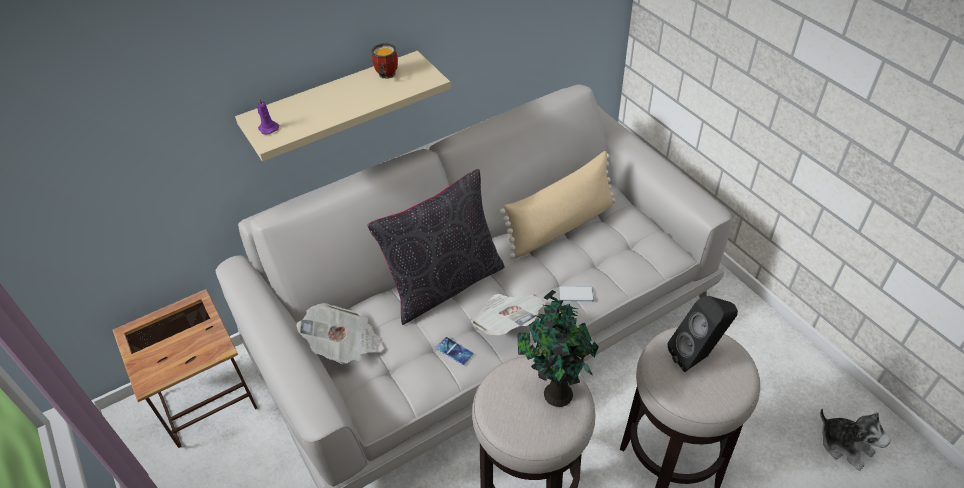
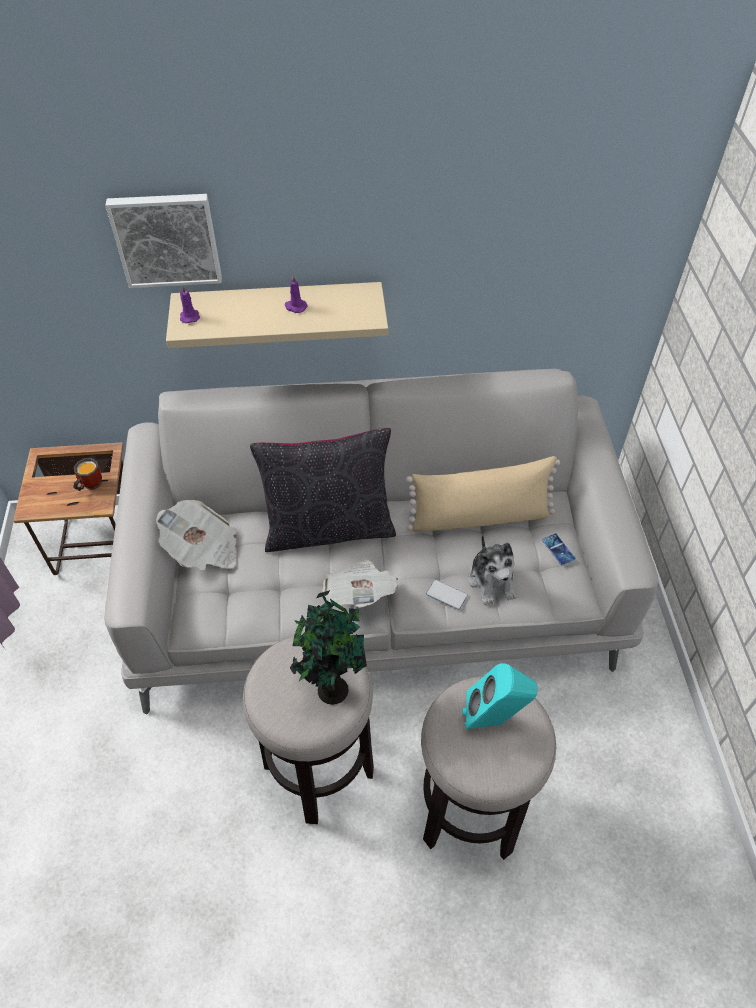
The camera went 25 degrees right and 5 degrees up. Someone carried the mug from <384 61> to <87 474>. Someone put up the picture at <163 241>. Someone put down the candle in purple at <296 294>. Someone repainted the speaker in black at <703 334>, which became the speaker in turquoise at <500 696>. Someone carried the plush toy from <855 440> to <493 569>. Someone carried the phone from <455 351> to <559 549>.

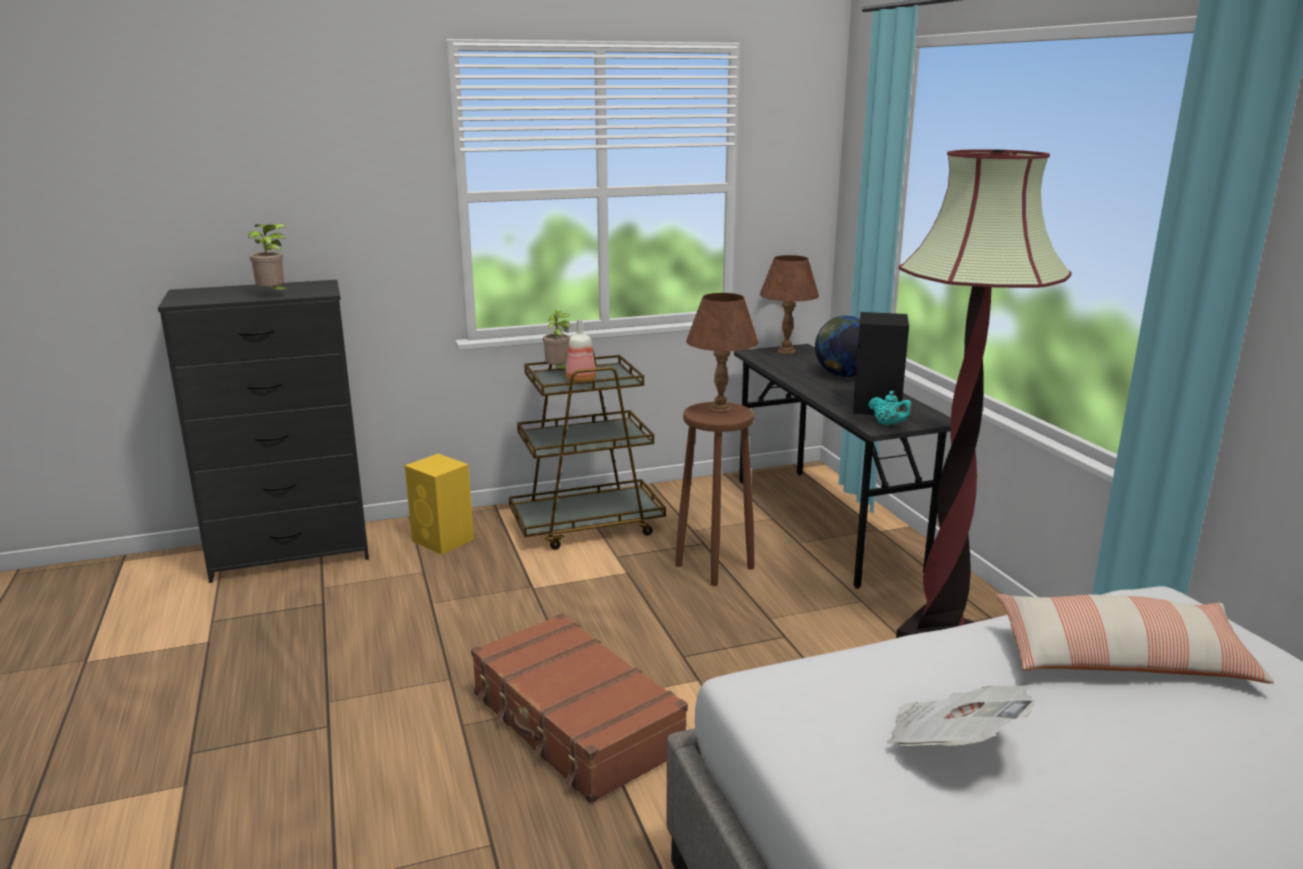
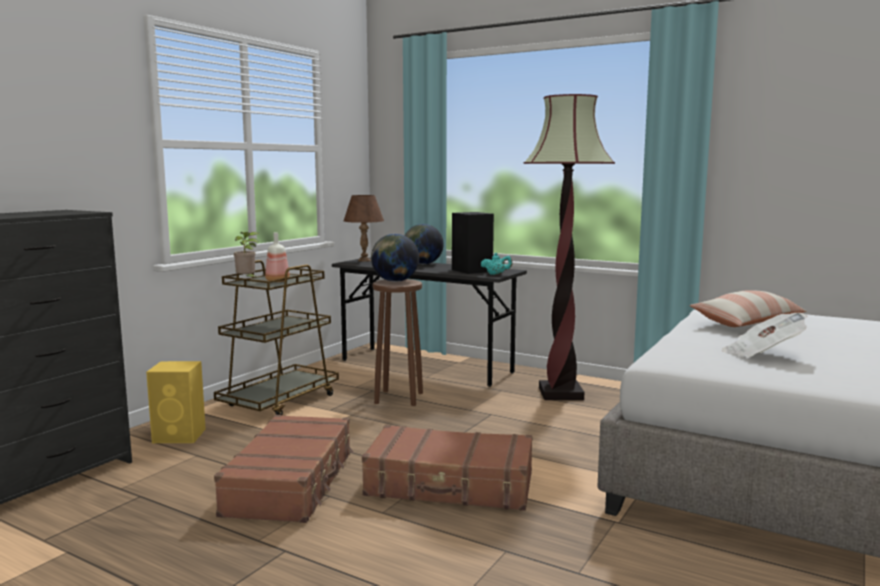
The camera went 40 degrees left and 10 degrees down. Someone put down the suitcase in brown at <283 469>. Someone swapped the table lamp in brown at <722 353> for the globe at <395 258>. Someone took away the potted plant at <269 257>.

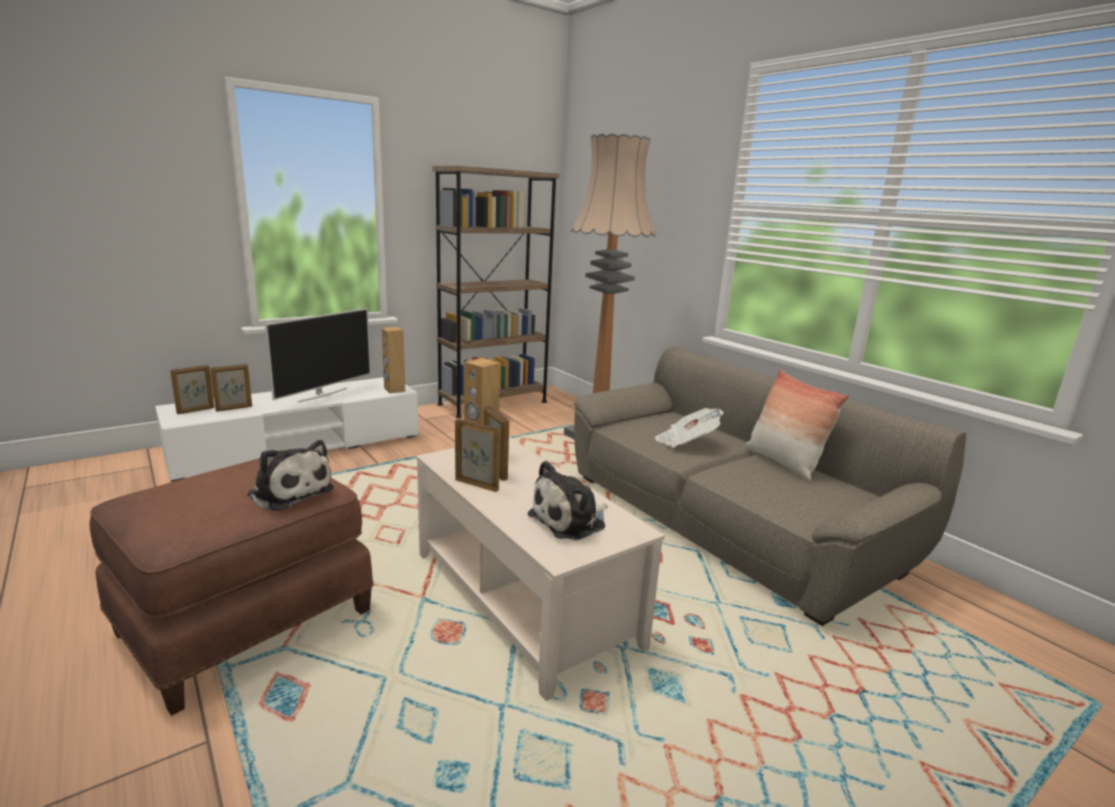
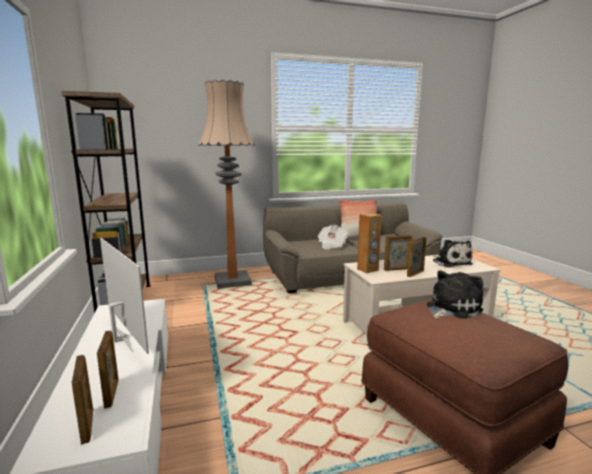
The camera went 70 degrees left and 5 degrees down. Someone took away the speaker in brown at <393 360>.

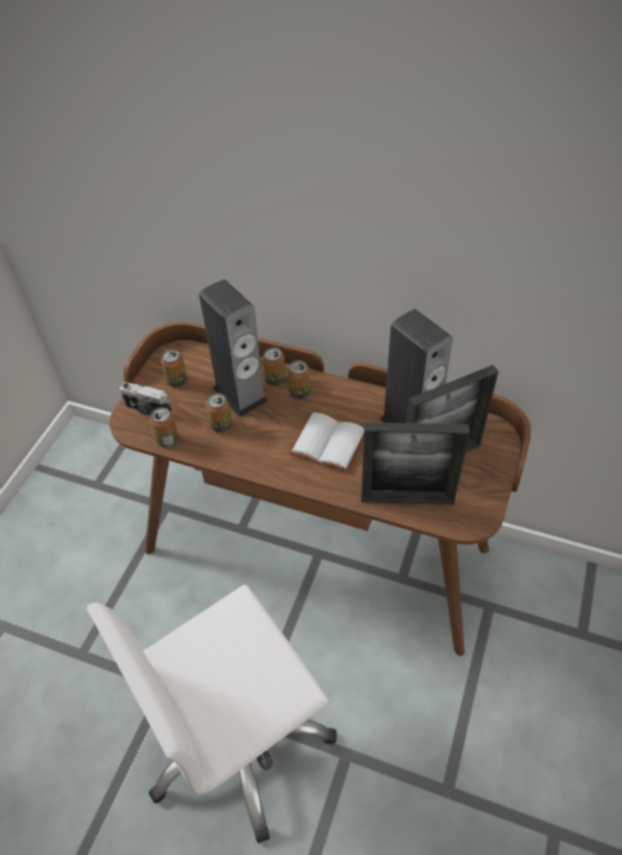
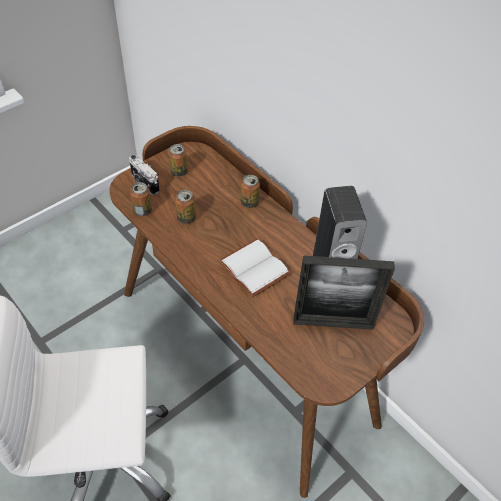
The camera went 25 degrees right and 0 degrees up. Someone took away the speaker at <233 348>. Someone took away the can at <299 379>. Someone took away the picture frame at <415 463>.

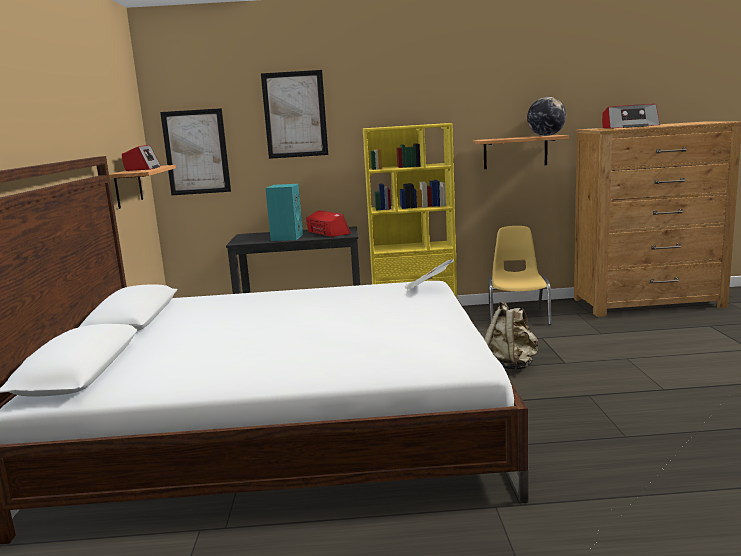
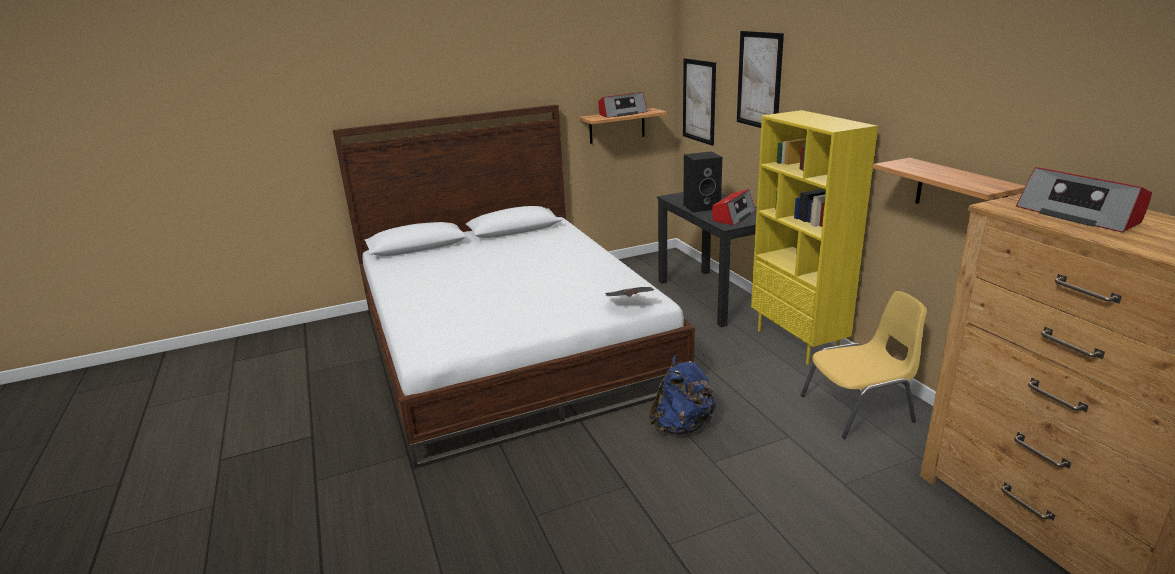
The camera went 70 degrees right and 10 degrees up. Someone repainted the backpack in beige at <511 335>, which became the backpack in blue at <682 395>. Someone repainted the speaker in turquoise at <284 212>, which became the speaker in black at <702 181>. Someone took away the globe at <546 116>.

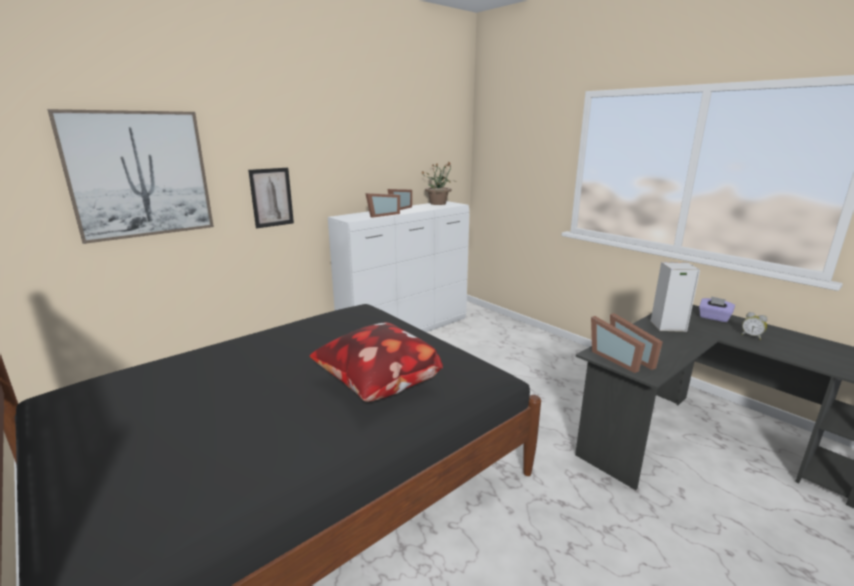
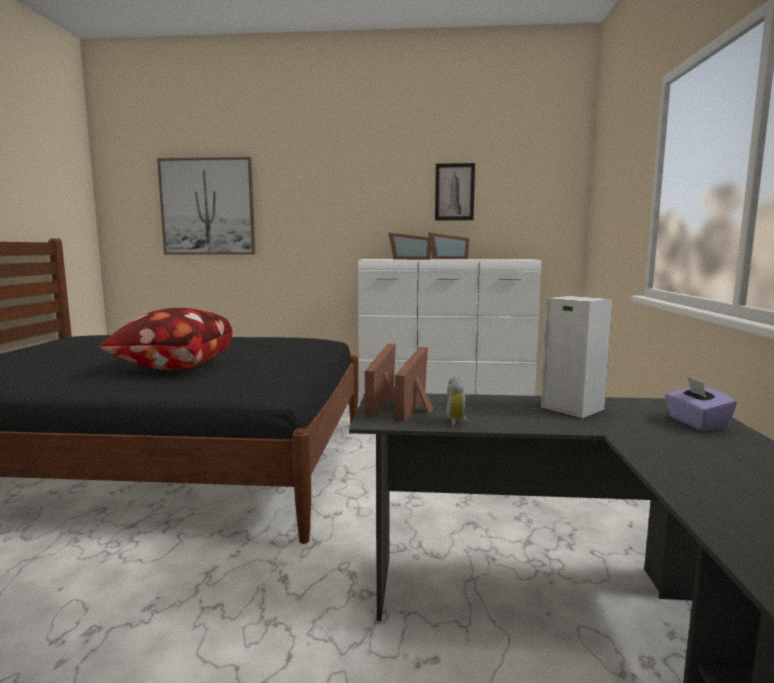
The camera went 45 degrees right and 10 degrees down. Someone carried the picture from <271 198> to <455 191>. Someone carried the alarm clock from <754 326> to <457 401>. Someone took away the potted plant at <439 183>.

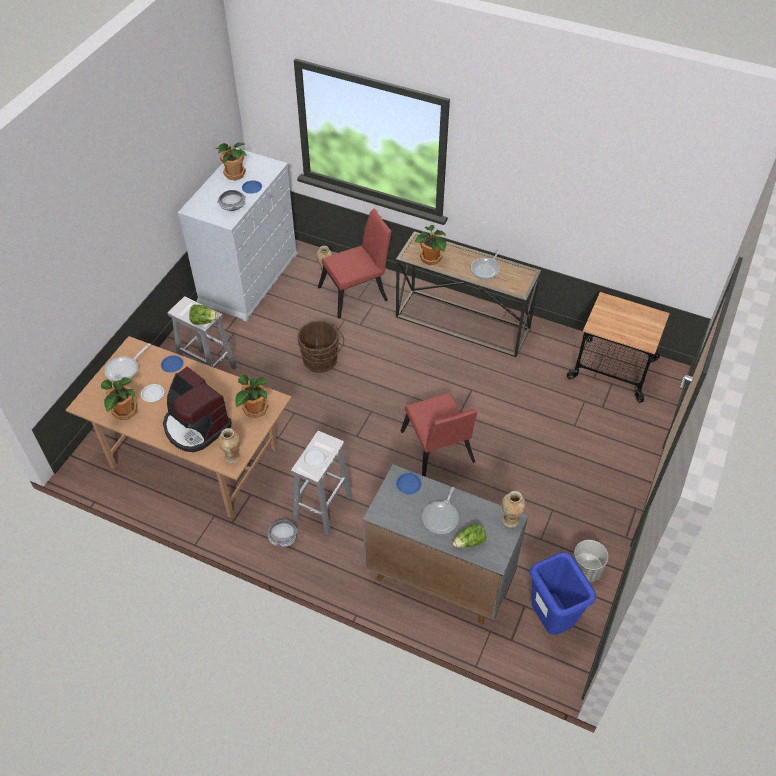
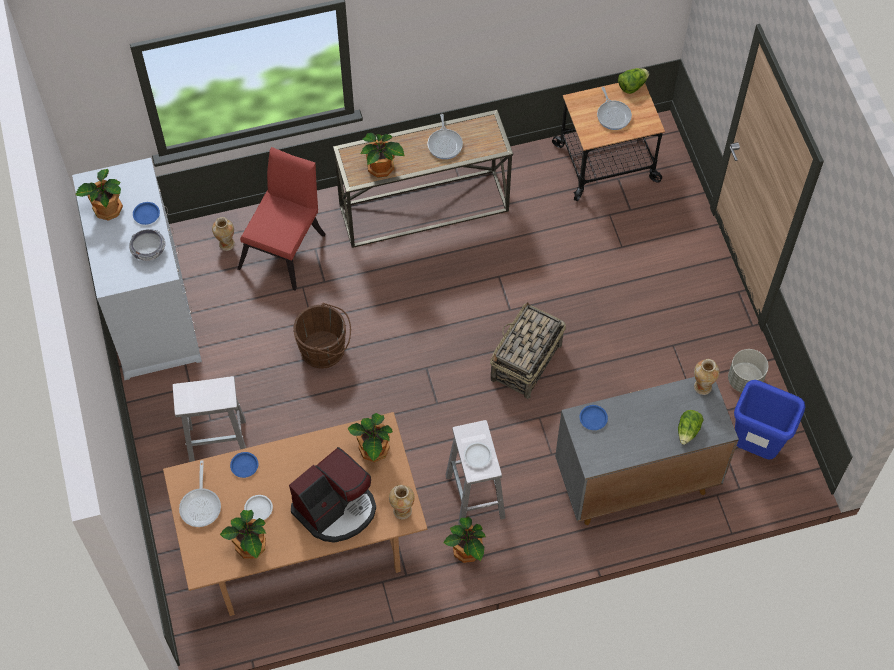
The camera went 40 degrees left and 10 degrees up. Someone rotated the coffee machine at <197 409> by 45 degrees counterclockwise. Someone swapped the bowl at <282 533> for the potted plant at <464 540>. Someone swapped the chair in red at <439 435> for the basket at <528 350>. Someone carried the frying pan from <440 510> to <614 108>. Someone carried the lettuce from <203 314> to <633 81>.

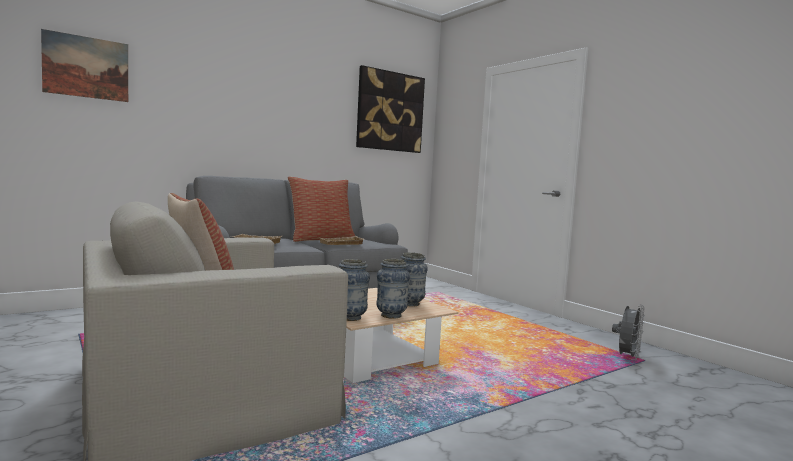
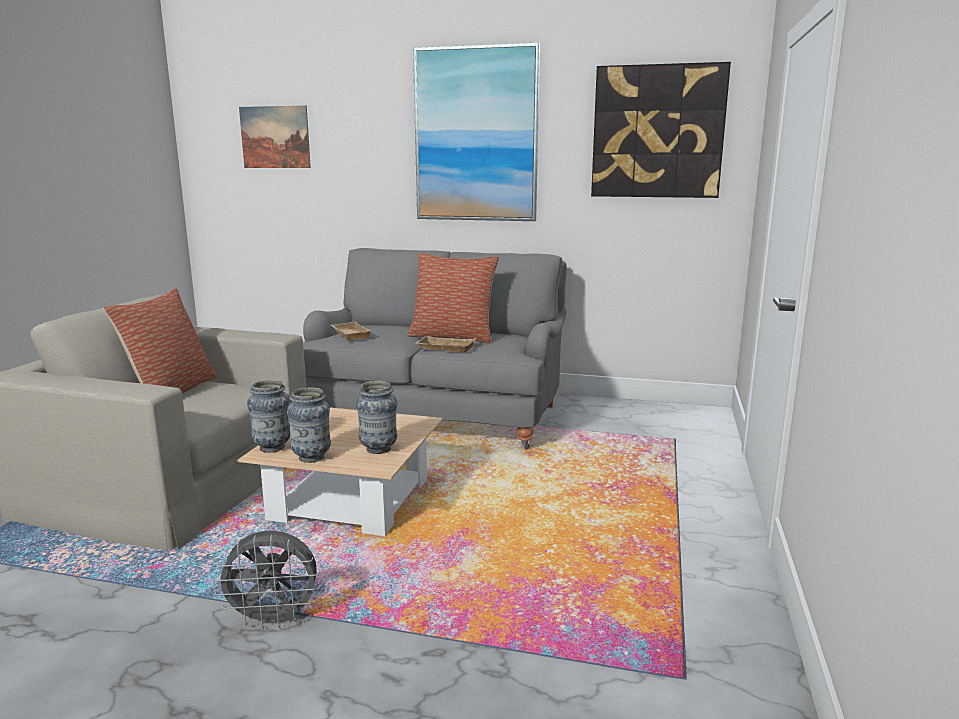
The camera went 50 degrees right and 10 degrees up. Someone carried the fan in grey from <628 332> to <267 580>. Someone put up the picture at <476 132>.

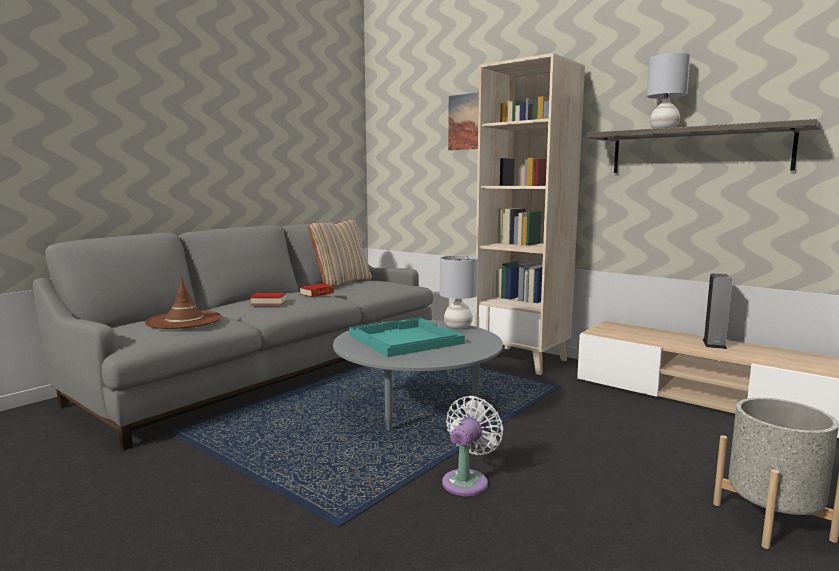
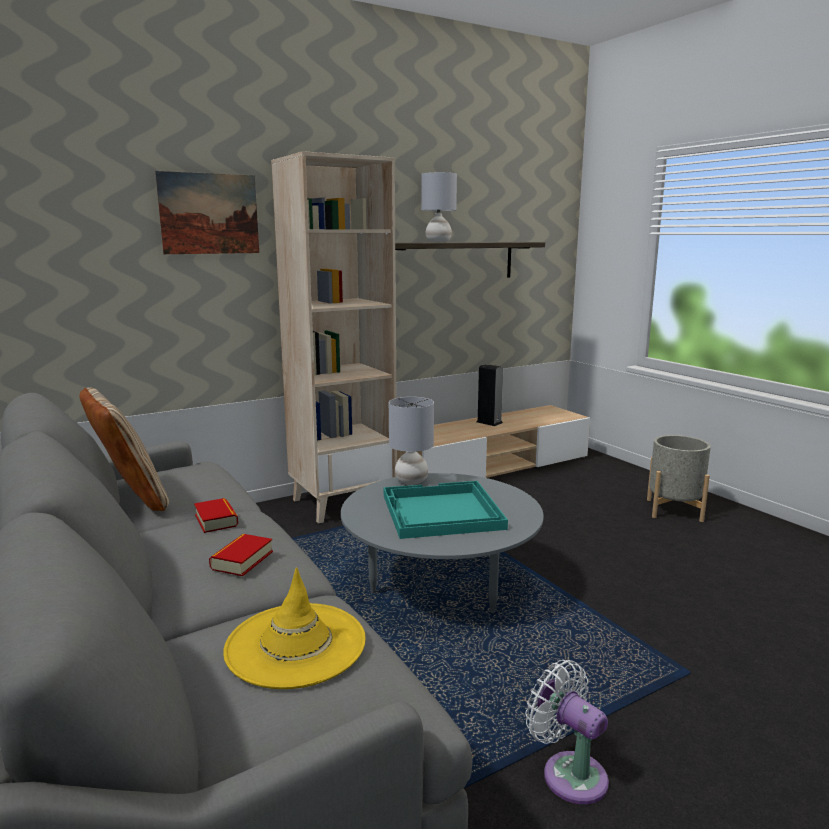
The camera went 70 degrees left and 5 degrees up. Someone repainted the hat in brown at <183 303>, which became the hat in yellow at <294 628>. Someone carried the fan in white from <473 446> to <567 732>.

